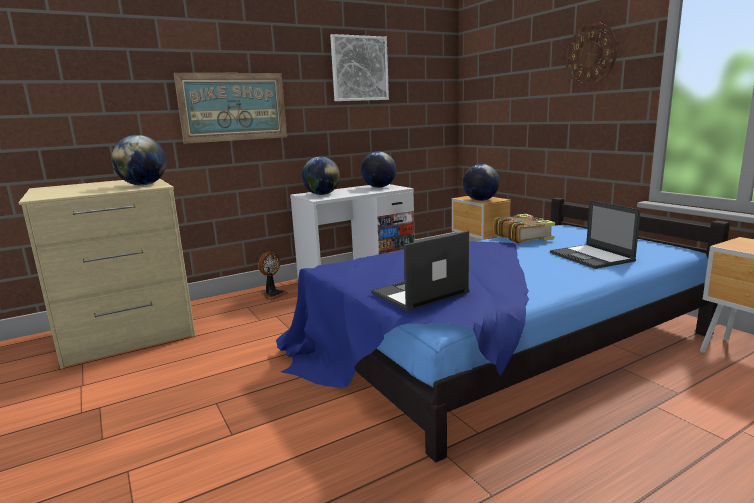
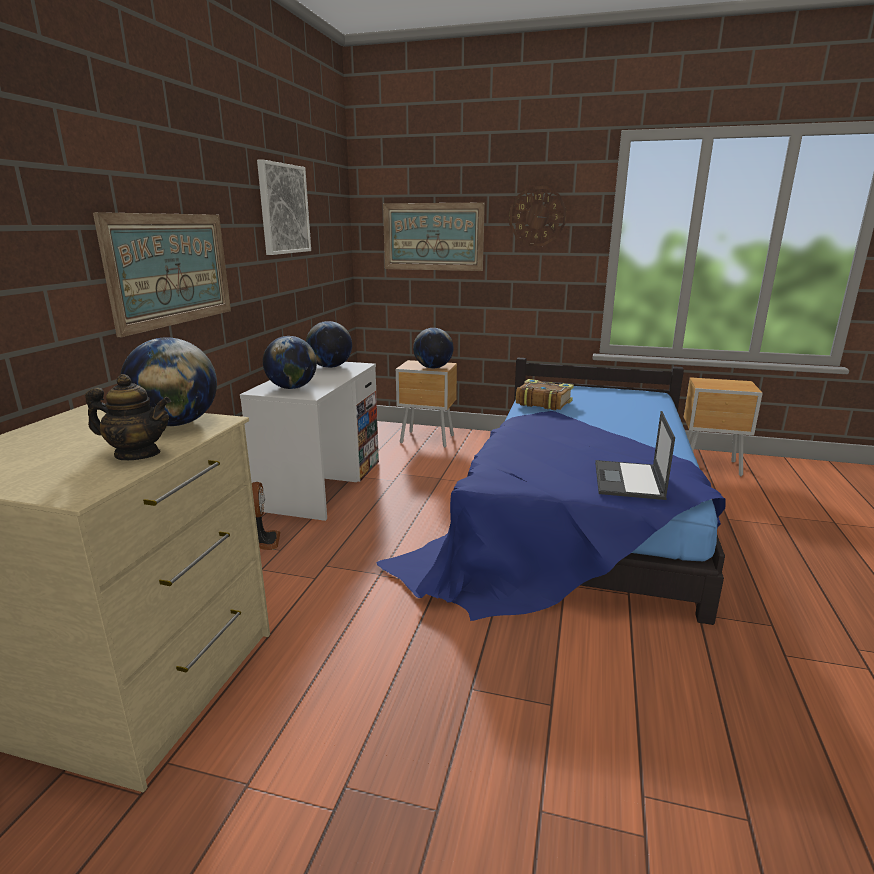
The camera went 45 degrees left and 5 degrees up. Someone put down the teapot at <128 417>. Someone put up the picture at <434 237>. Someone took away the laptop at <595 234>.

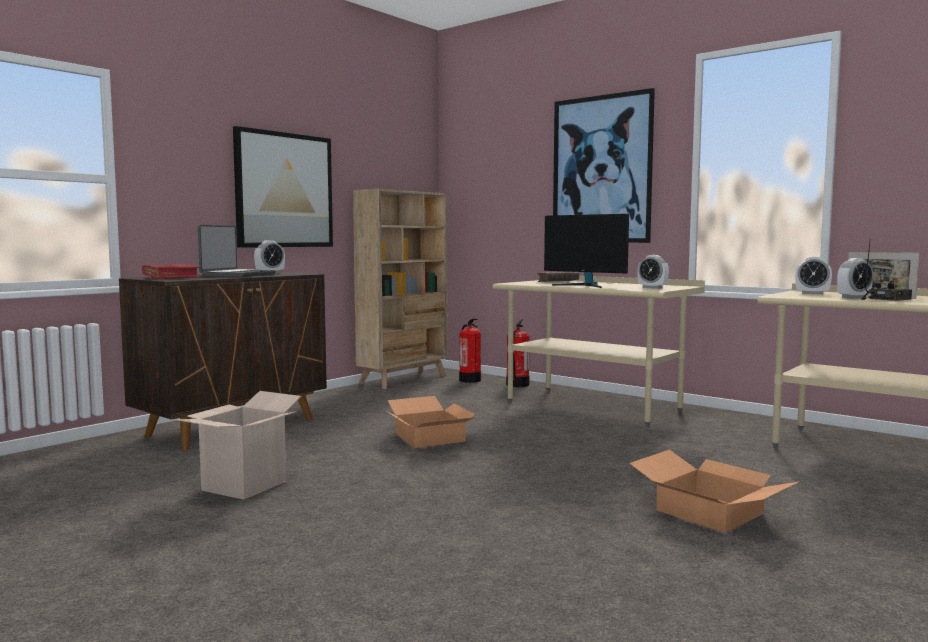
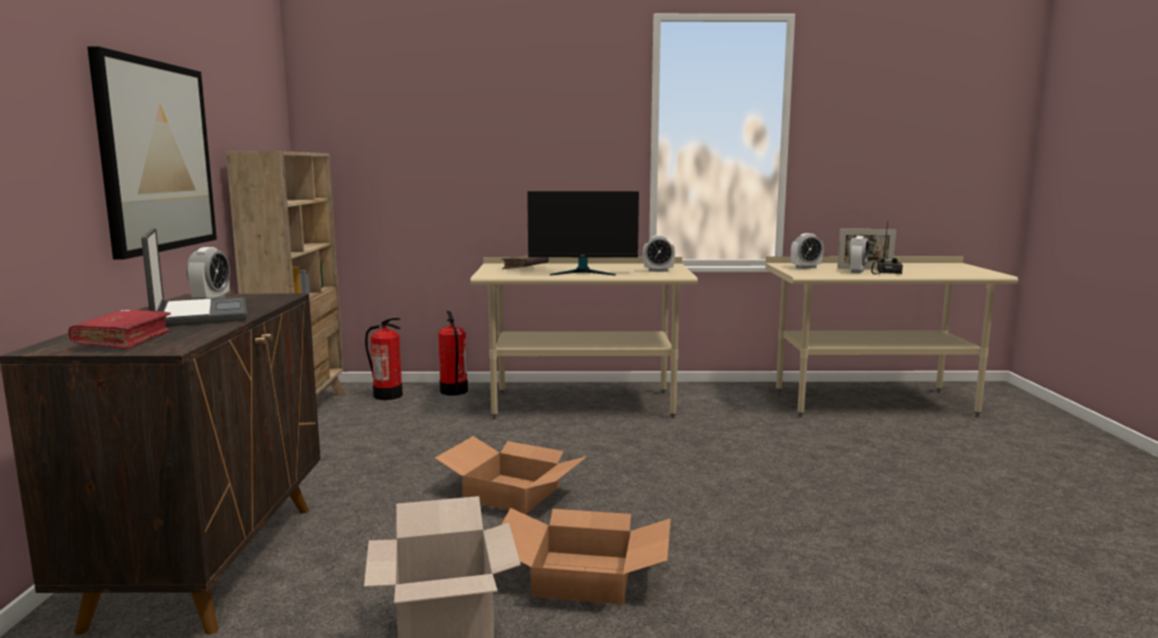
The camera went 40 degrees left and 5 degrees up. Someone carried the cardboard box from <714 491> to <586 556>. Someone took away the picture at <604 165>.

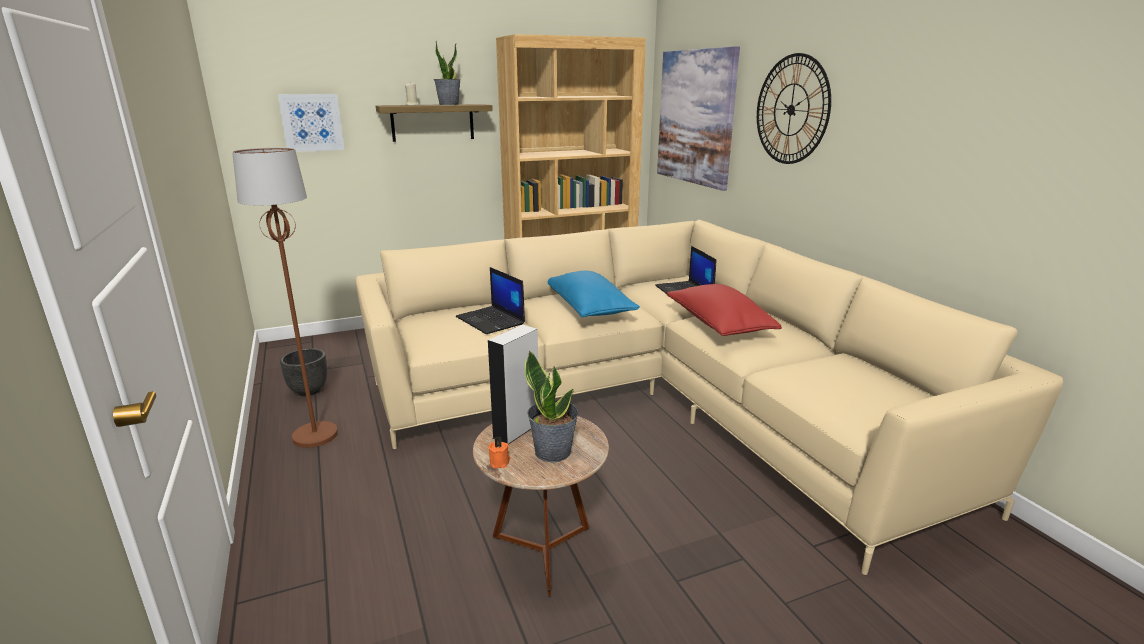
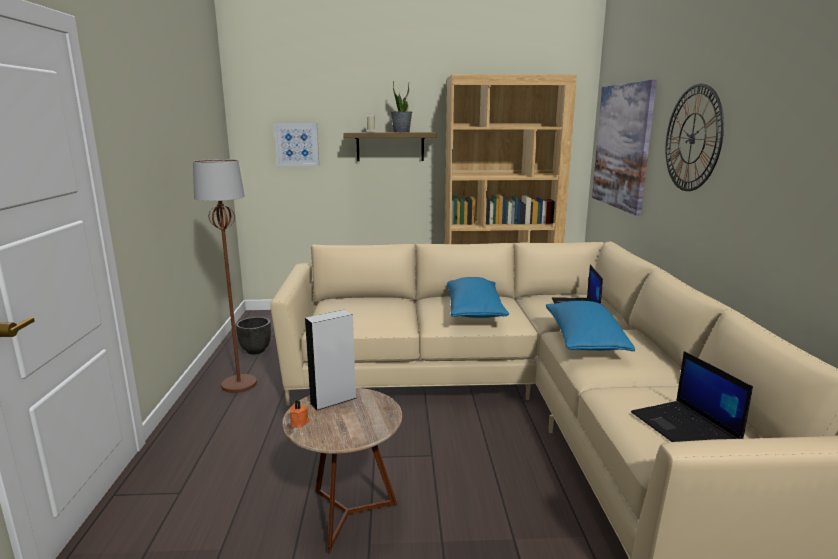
The camera went 20 degrees right and 5 degrees down. Someone repainted the pillow in red at <724 310>, which became the pillow in blue at <590 326>. Someone carried the laptop from <490 300> to <692 396>. Someone took away the potted plant at <551 406>.

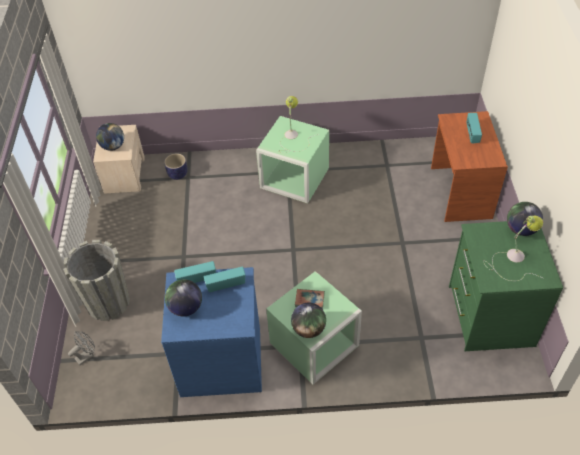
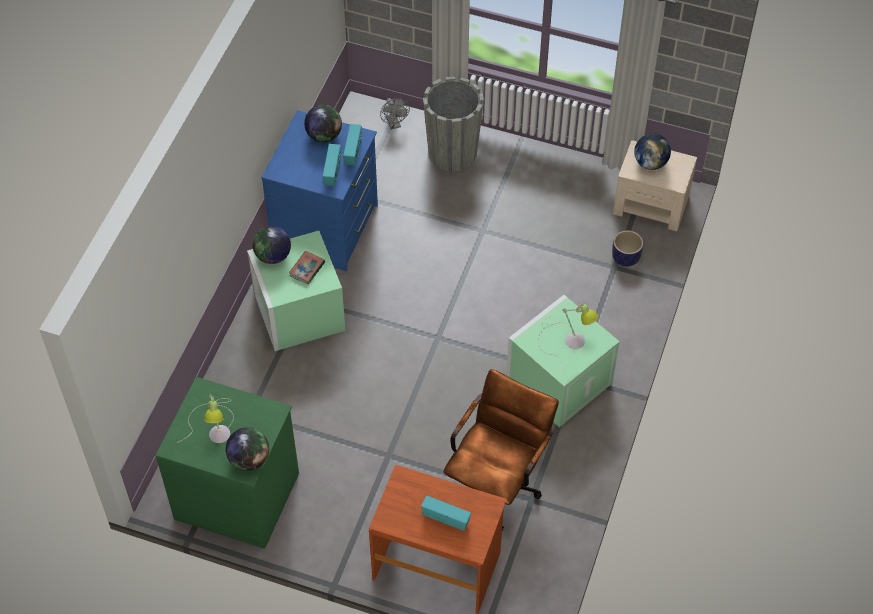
The camera went 110 degrees right and 5 degrees up. Someone put down the office chair in brown at <501 450>.

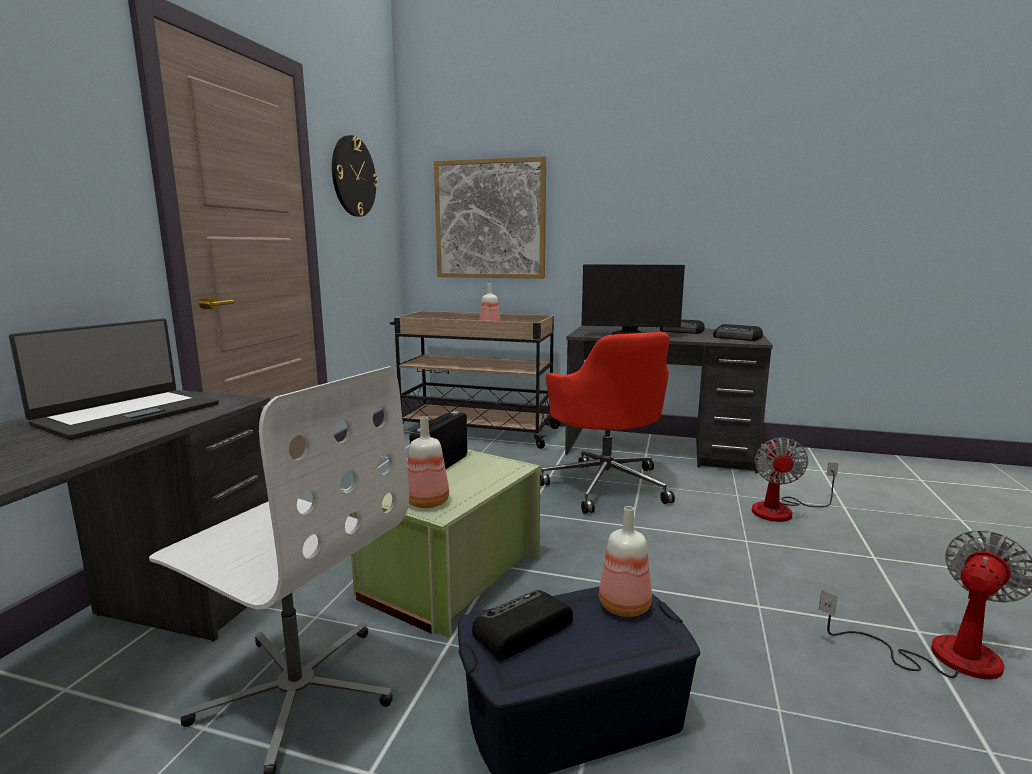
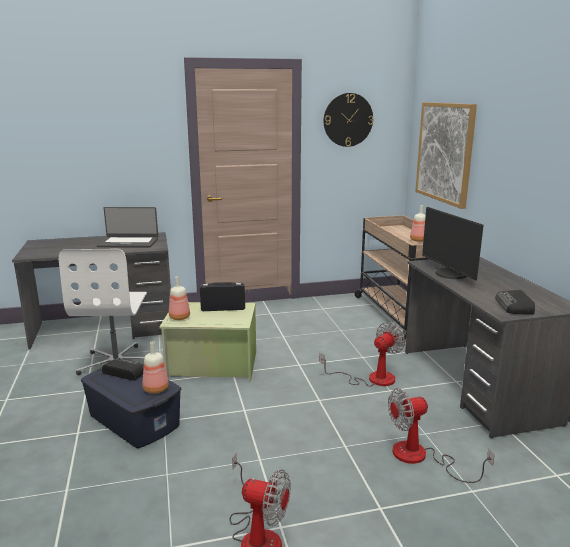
The camera went 60 degrees right and 5 degrees up. Someone swapped the office chair in red at <607 423> for the fan at <362 354>. Someone took away the radio at <682 326>.

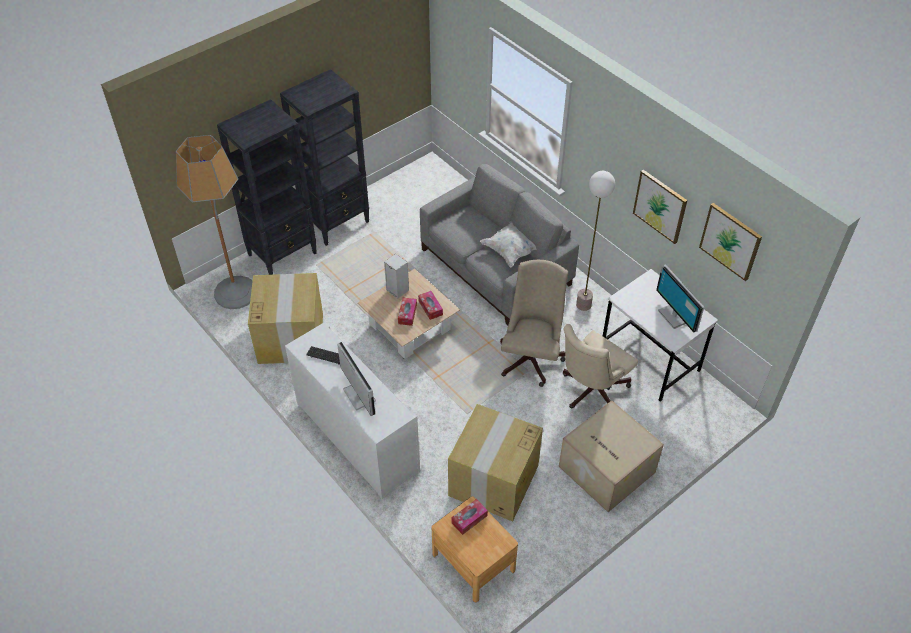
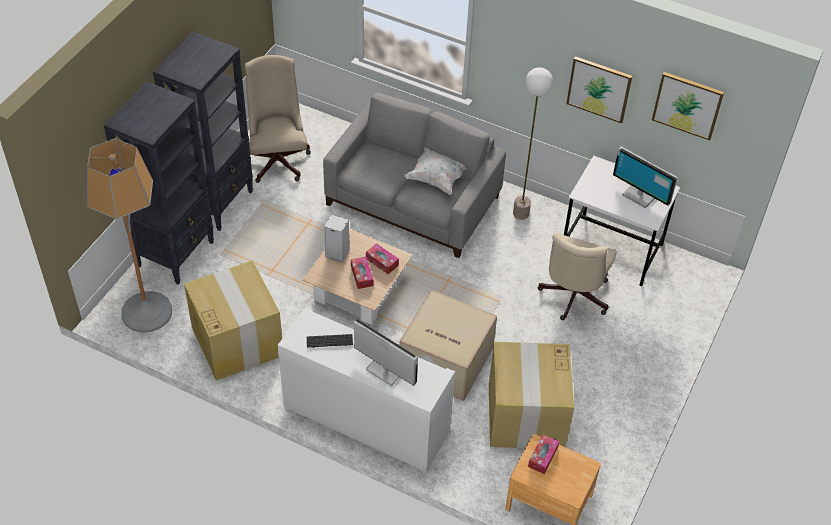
The camera went 25 degrees left and 0 degrees up. Someone carried the office chair in beige from <534 323> to <278 119>. Someone carried the cardboard box from <611 456> to <448 345>.

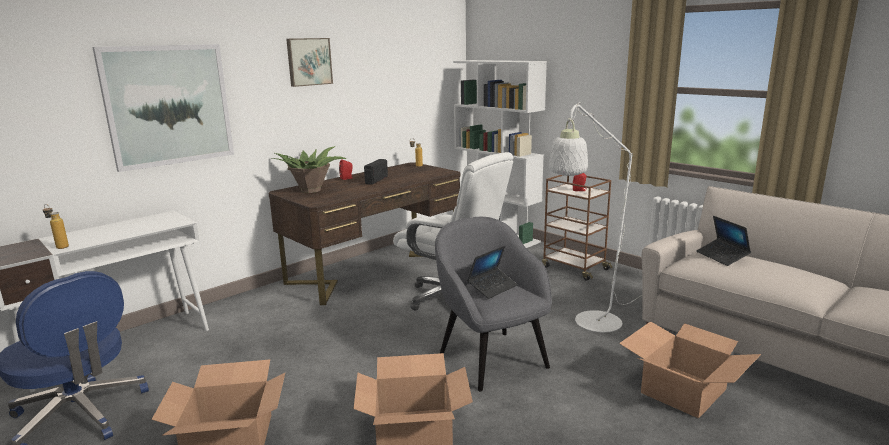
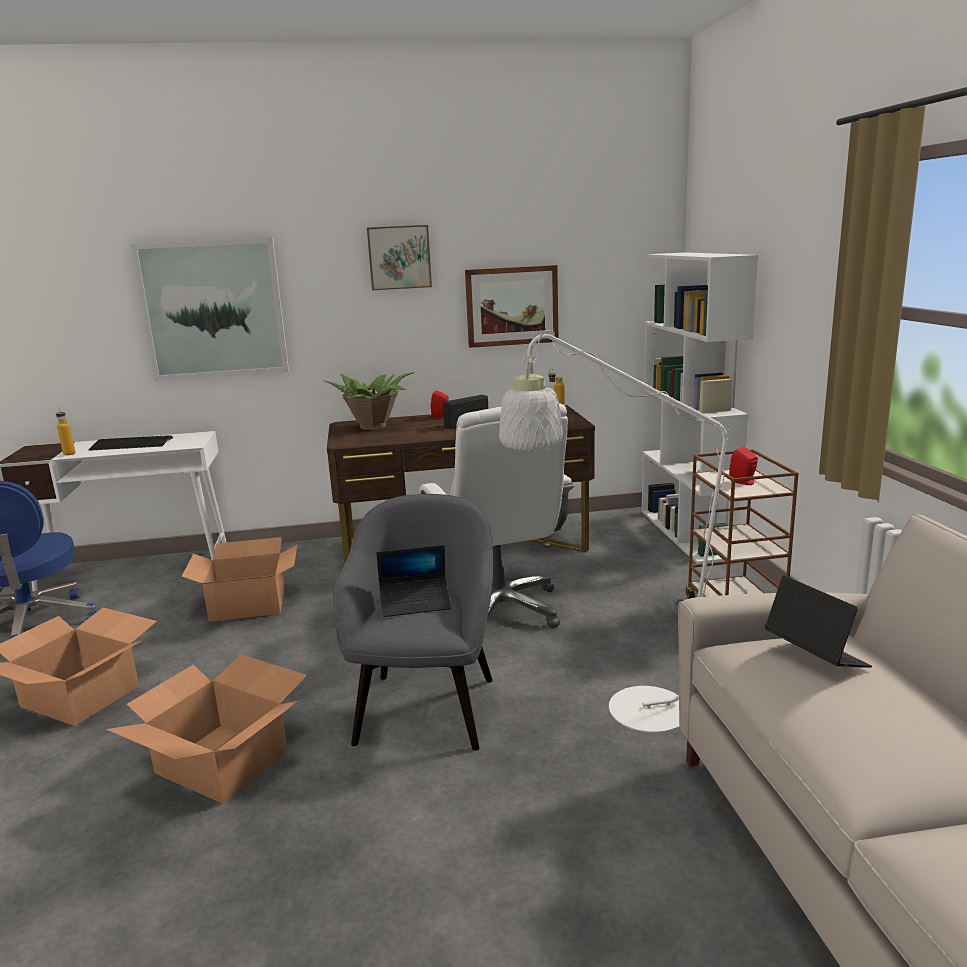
The camera went 35 degrees right and 0 degrees up. Someone put down the keyboard at <131 443>. Someone carried the cardboard box from <690 370> to <240 579>. Someone put up the picture at <511 306>. Someone rotated the laptop at <723 241> by 135 degrees clockwise.

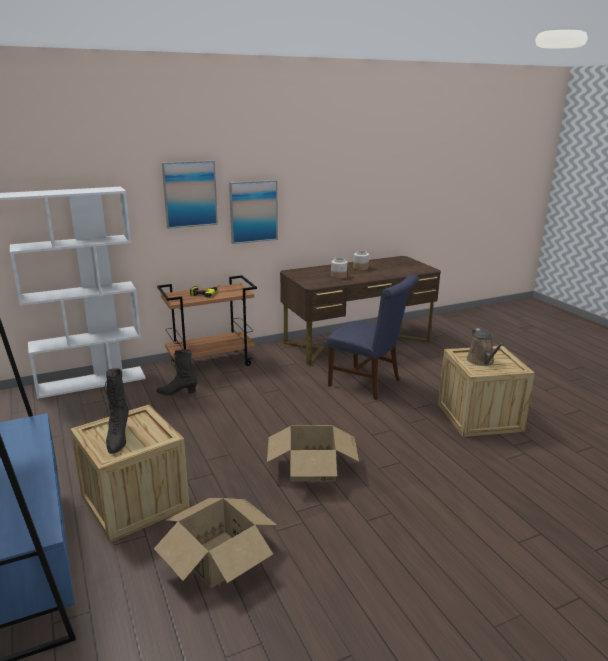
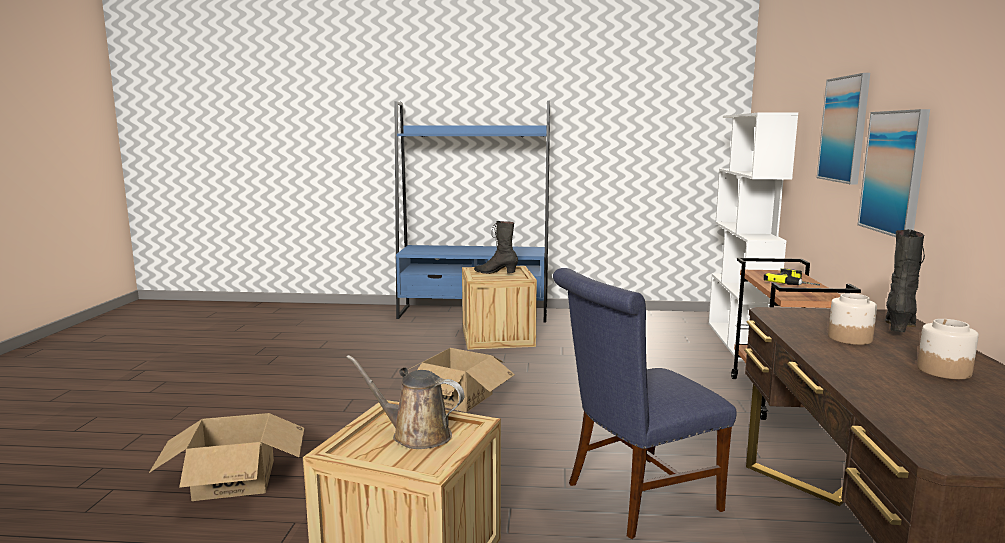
The camera went 120 degrees right and 10 degrees down. Someone carried the cardboard box from <215 543> to <226 457>. Someone carried the boot in black from <177 372> to <905 280>.

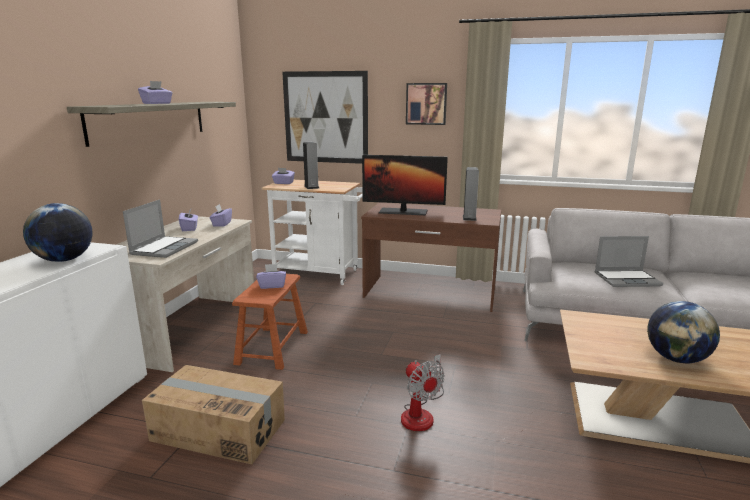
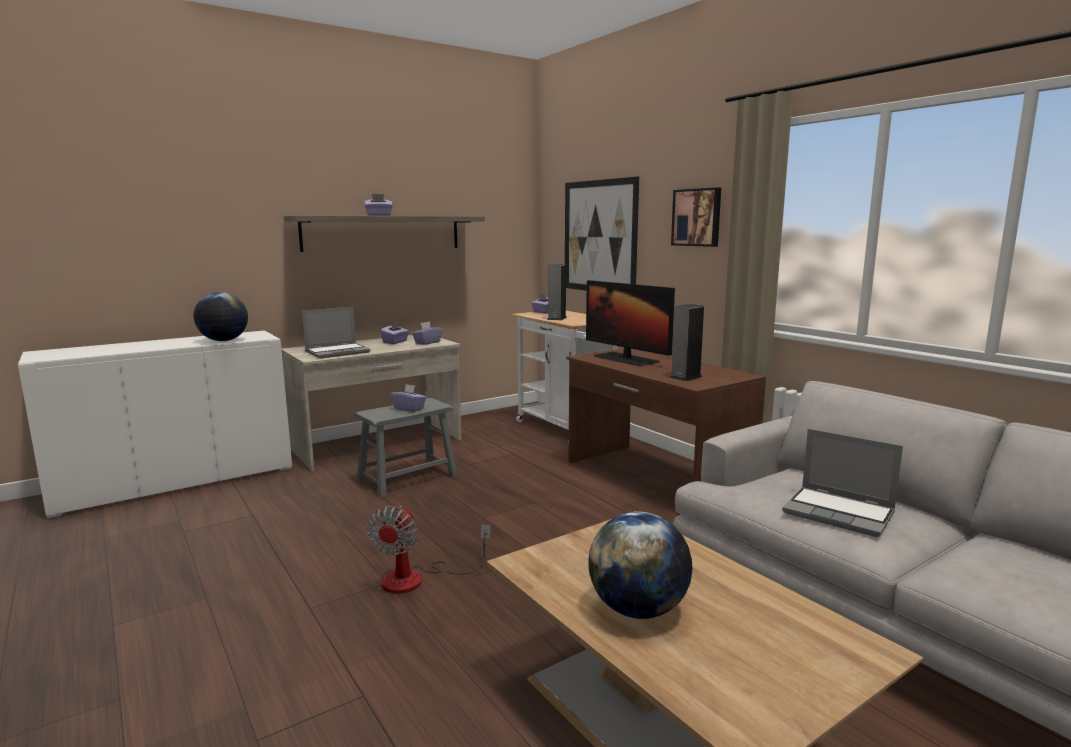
The camera went 40 degrees right and 5 degrees down. Someone repainted the stool in brown at <270 322>, which became the stool in grey at <406 448>. Someone took away the cardboard box at <213 415>.

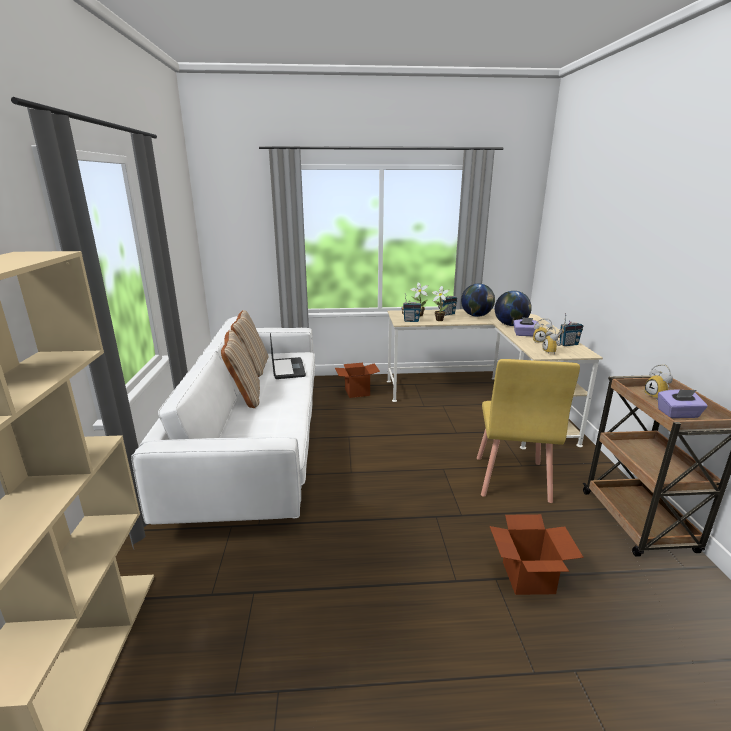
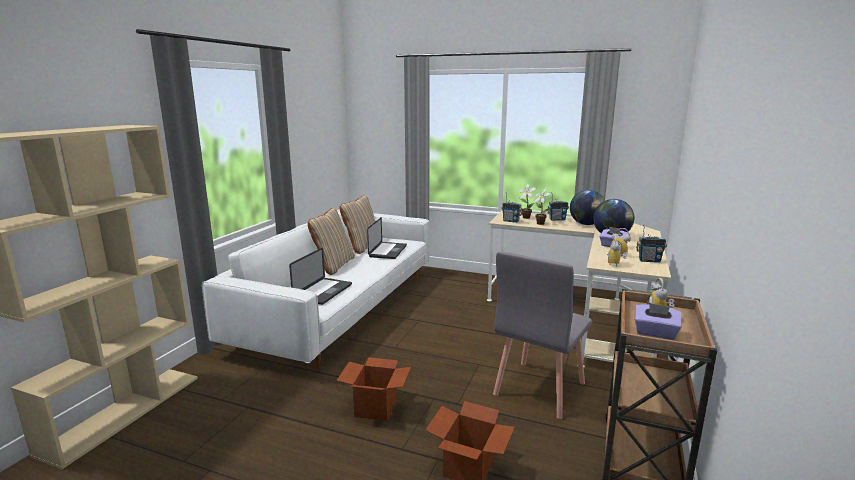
The camera went 25 degrees right and 5 degrees down. Someone put down the laptop at <320 276>. Someone carried the cardboard box from <357 380> to <374 389>. Someone repainted the chair in yellow at <528 431>, which became the chair in grey at <542 335>.

